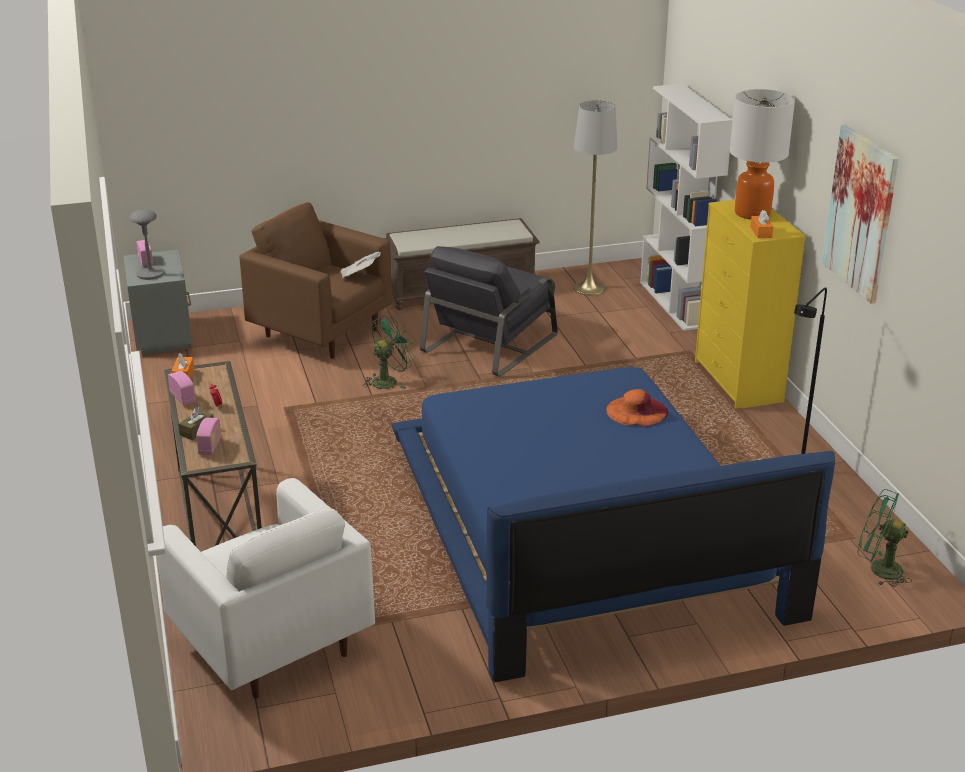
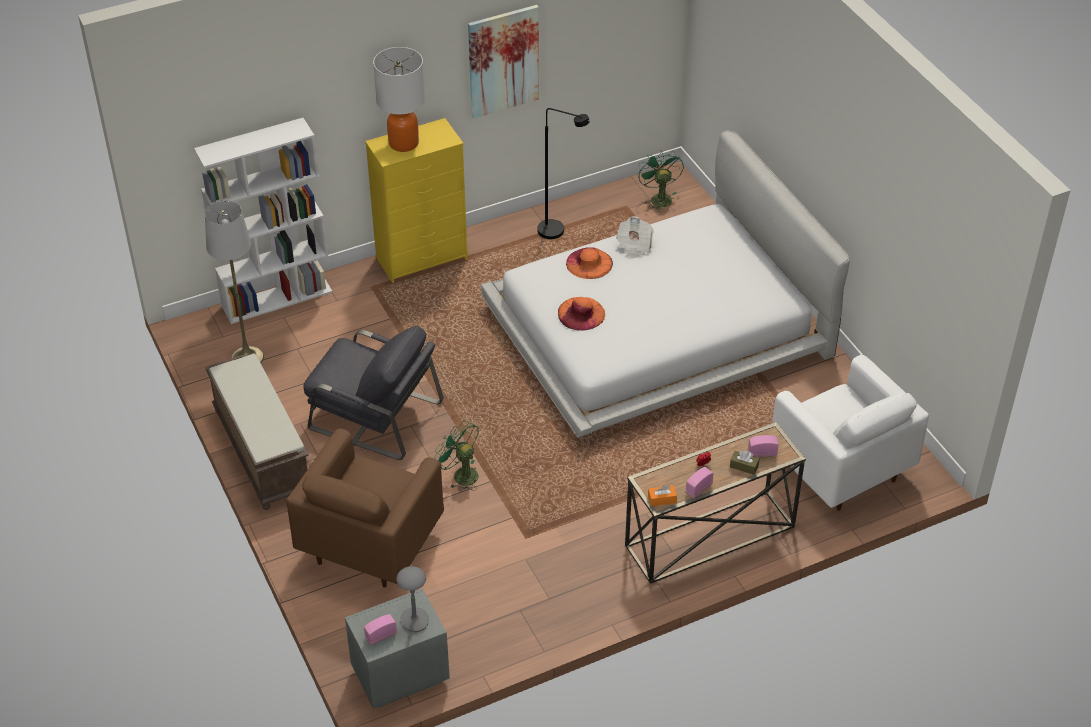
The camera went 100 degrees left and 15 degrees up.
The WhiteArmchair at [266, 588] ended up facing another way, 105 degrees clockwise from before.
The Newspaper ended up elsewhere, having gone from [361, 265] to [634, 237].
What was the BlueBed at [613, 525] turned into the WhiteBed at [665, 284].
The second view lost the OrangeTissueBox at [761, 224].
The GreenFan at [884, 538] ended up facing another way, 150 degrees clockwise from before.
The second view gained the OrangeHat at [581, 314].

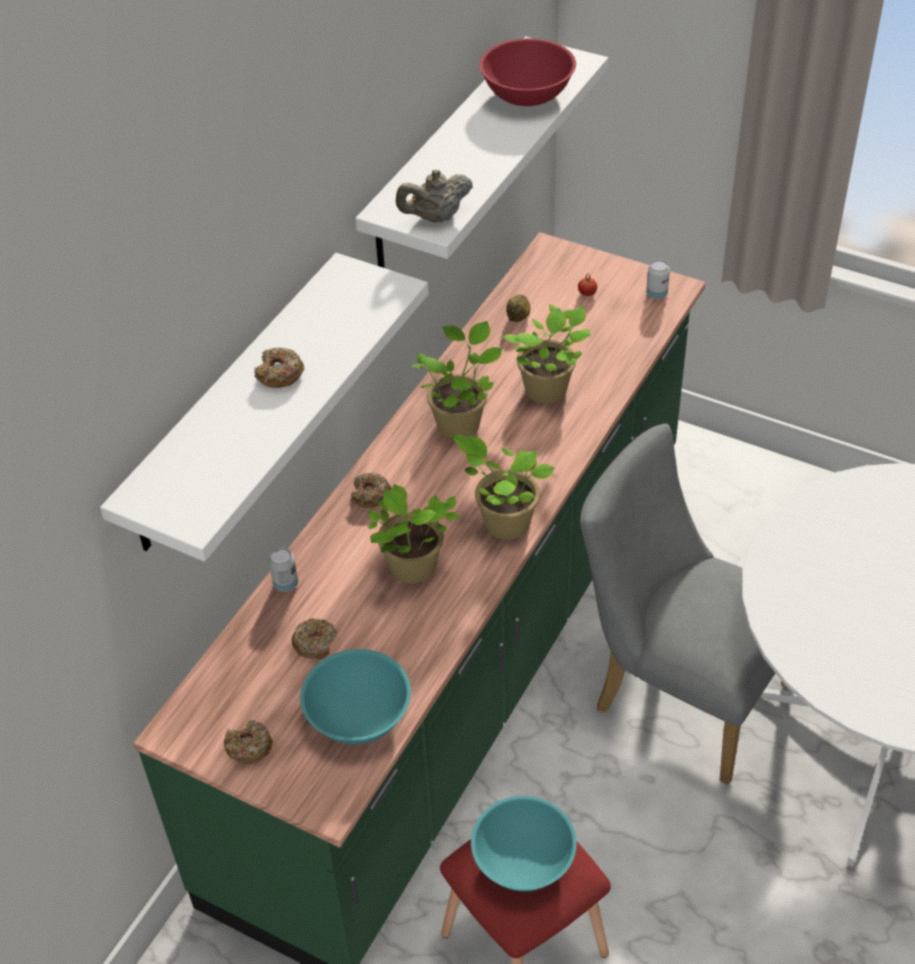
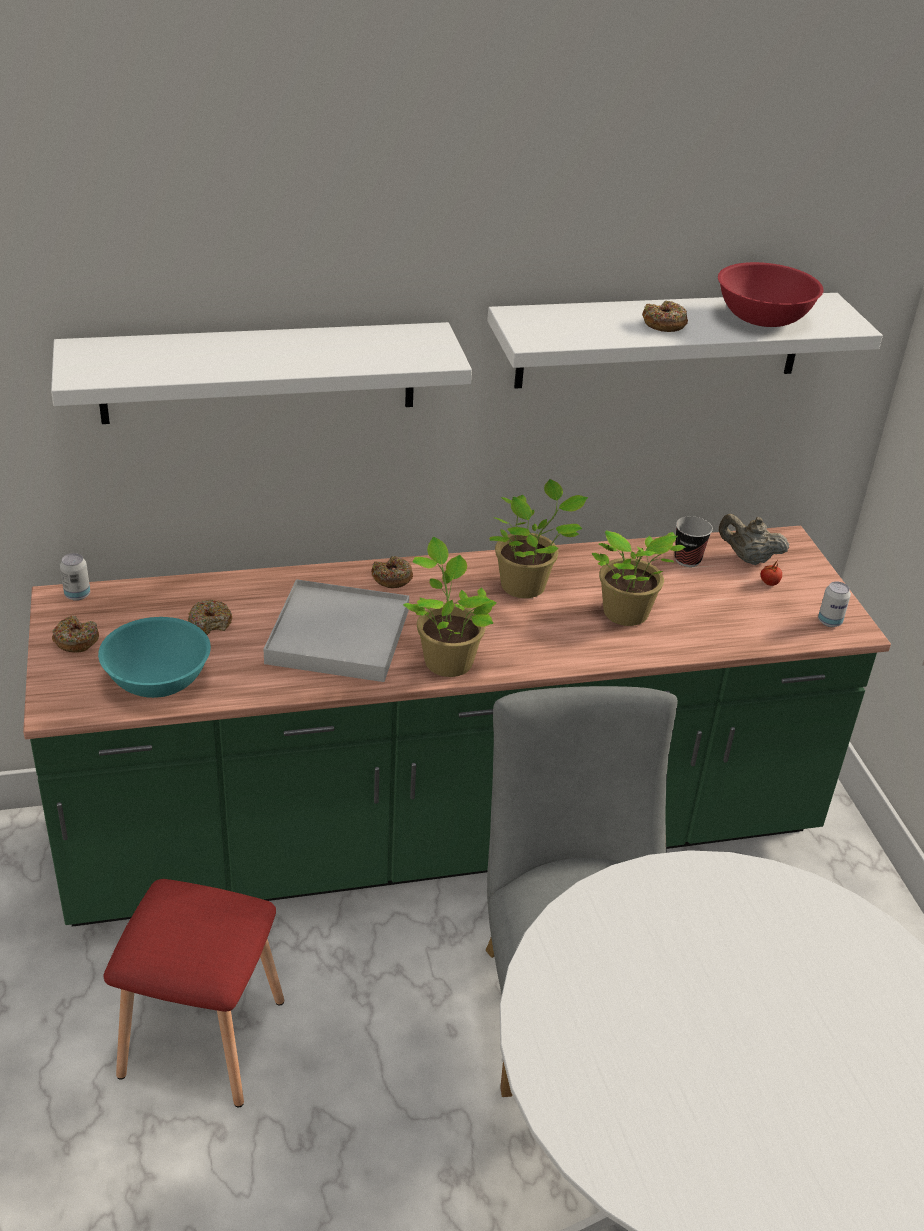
The camera went 45 degrees right and 10 degrees down.
The Donut ended up elsewhere, having gone from [279, 367] to [665, 316].
The Can ended up elsewhere, having gone from [283, 569] to [75, 577].
Where the PottedPlant stood at [414, 534], the WhiteTray came to stand at [336, 630].
The BeigeTeapot ended up elsewhere, having gone from [434, 196] to [754, 539].
The second view lost the TurquoiseBowl at [524, 844].
Where the Potato stood at [518, 308], the Cup came to stand at [694, 541].

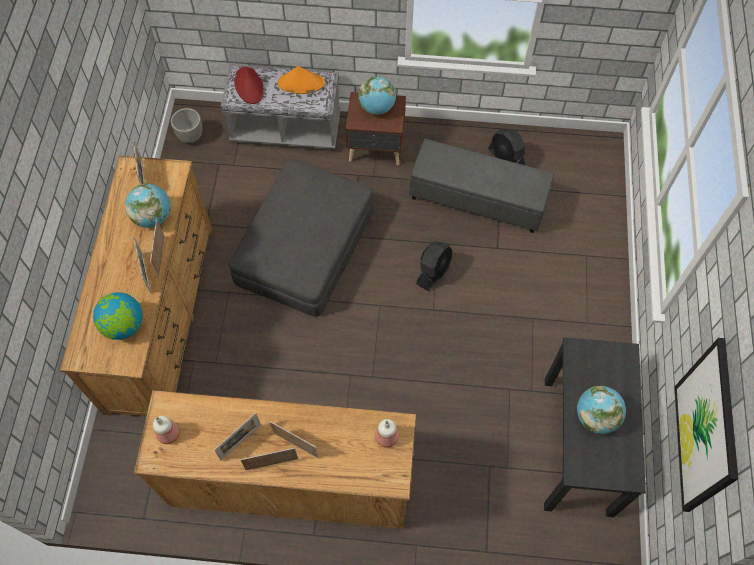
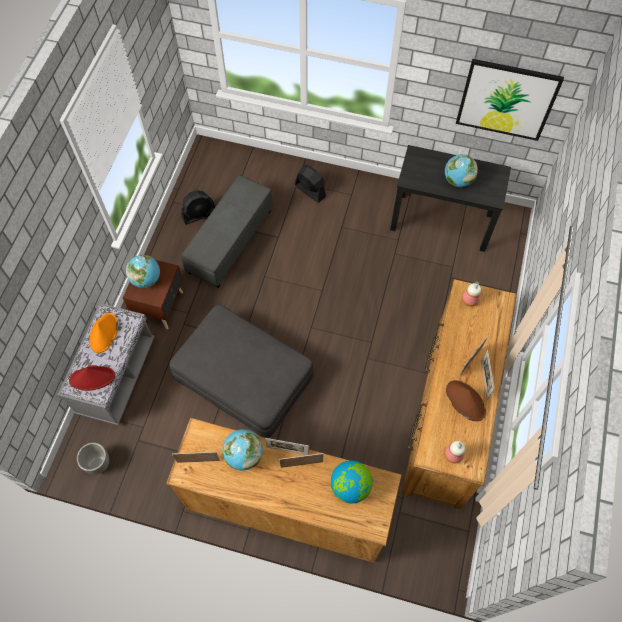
The camera went 80 degrees left and 0 degrees up.
Where the PictureFrame stood at [237, 437], the BrownHat came to stand at [466, 400].
The BlackFan ended up elsewhere, having gone from [434, 266] to [310, 184].

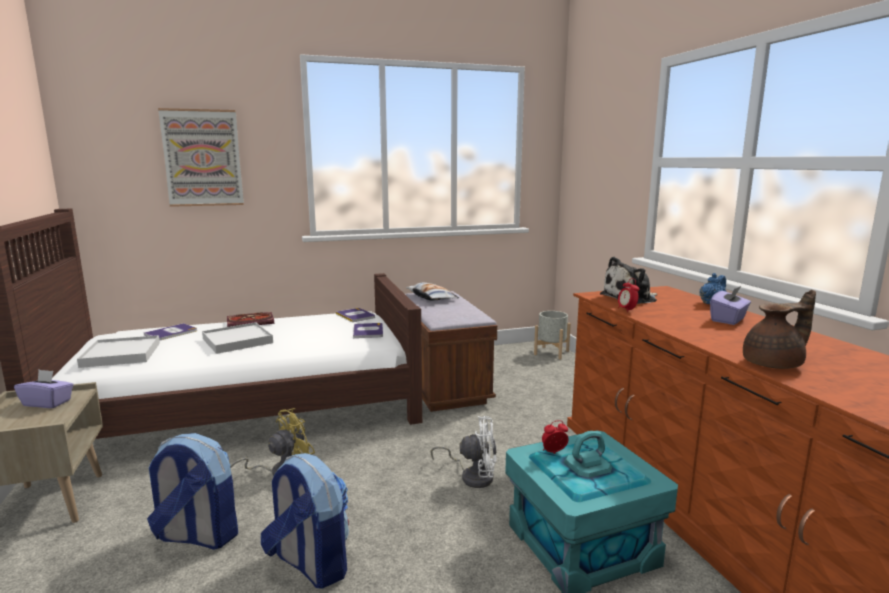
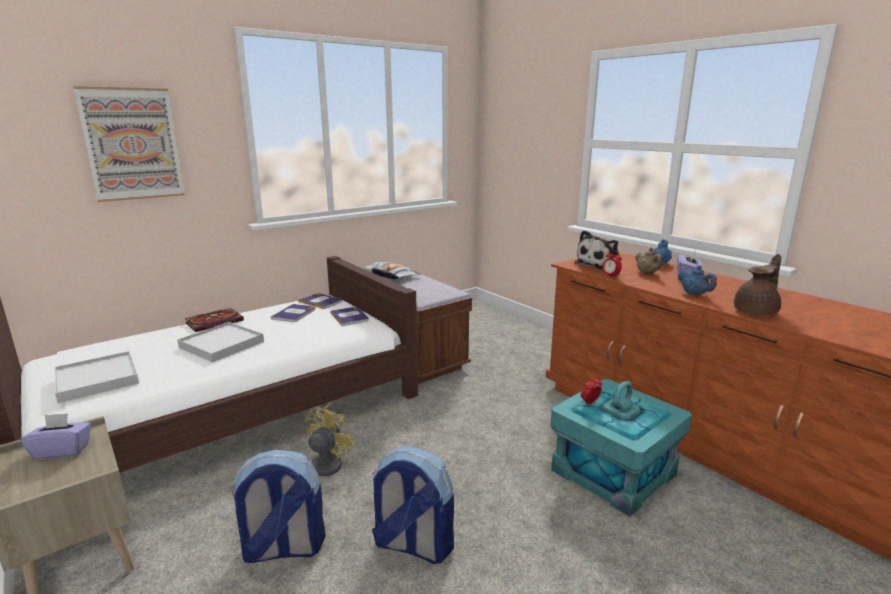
The camera went 20 degrees left and 5 degrees up.
The Book ended up elsewhere, having gone from [170, 331] to [293, 313].
The second view lost the WhiteFan at [463, 452].
The second view lost the GreyPlanter at [552, 335].
The second view gained the BeigeTeapot at [649, 261].
The second view gained the BlueTeapot at [697, 280].

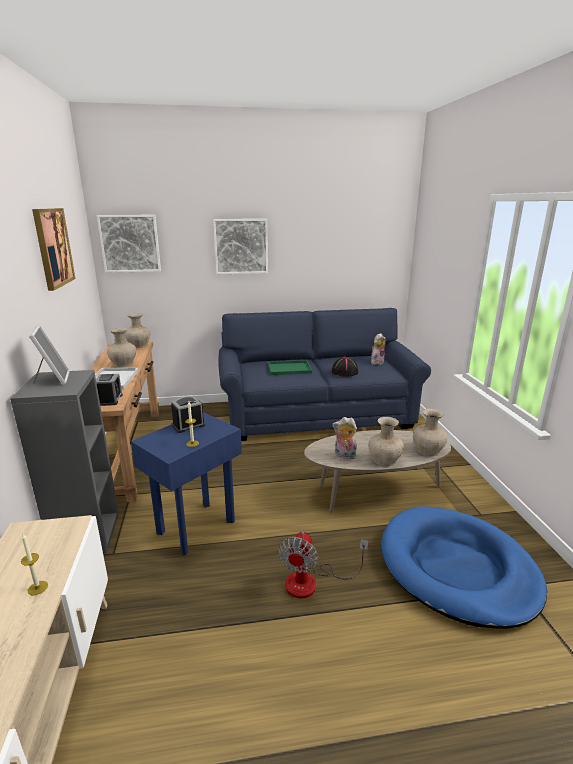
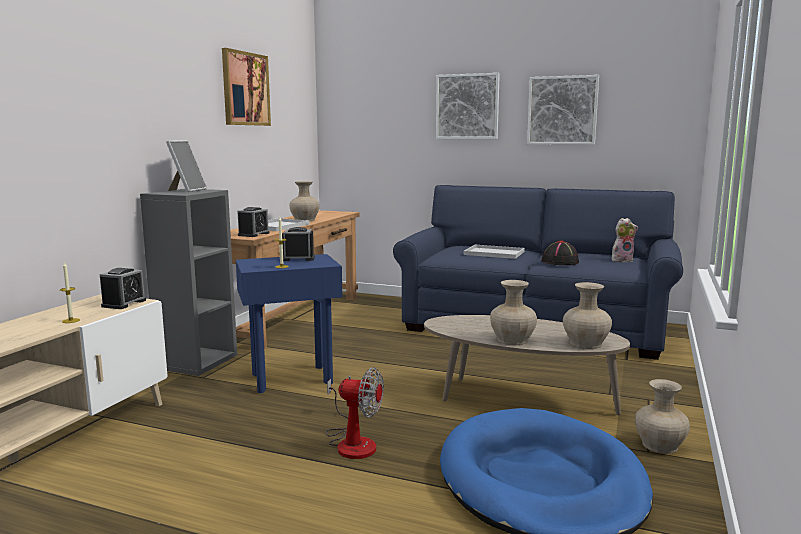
The camera went 30 degrees right and 10 degrees down.
The Picture ended up elsewhere, having gone from [129, 244] to [563, 110].
The BeigeVase ended up elsewhere, having gone from [137, 330] to [662, 416].
What was the GreenTray at [290, 367] turned into the WhiteTray at [494, 252].
The Fan at [323, 565] ended up facing another way, 120 degrees counterclockwise from before.
The second view lost the PlushToy at [344, 438].
The second view gained the AlarmClock at [123, 288].

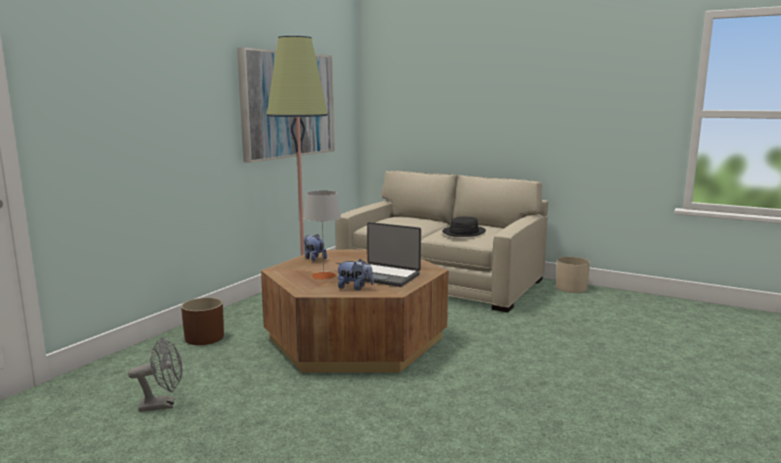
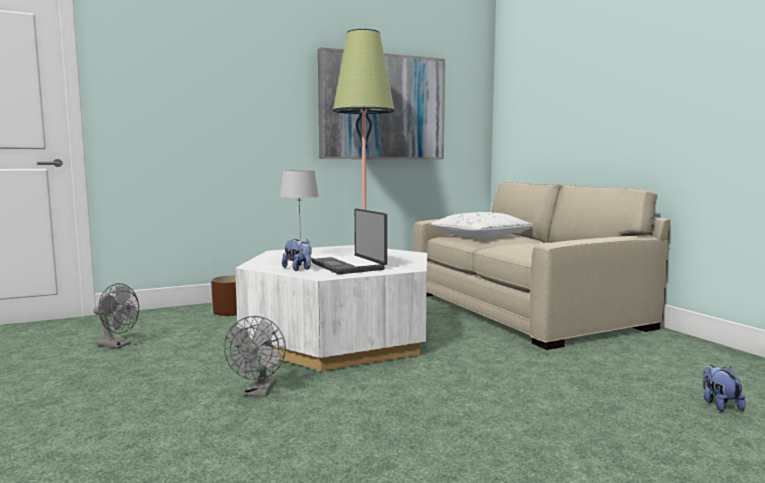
The camera went 35 degrees right and 5 degrees down.
What was the BrownCoffeeTable at [355, 311] turned into the WhiteCoffeeTable at [331, 308].
The PlushToy ended up elsewhere, having gone from [315, 247] to [724, 388].
The second view lost the BlackHat at [464, 227].
The second view lost the BeigePlanter at [573, 275].
The second view gained the GreyFan at [255, 356].
The second view gained the WhitePillow at [482, 225].

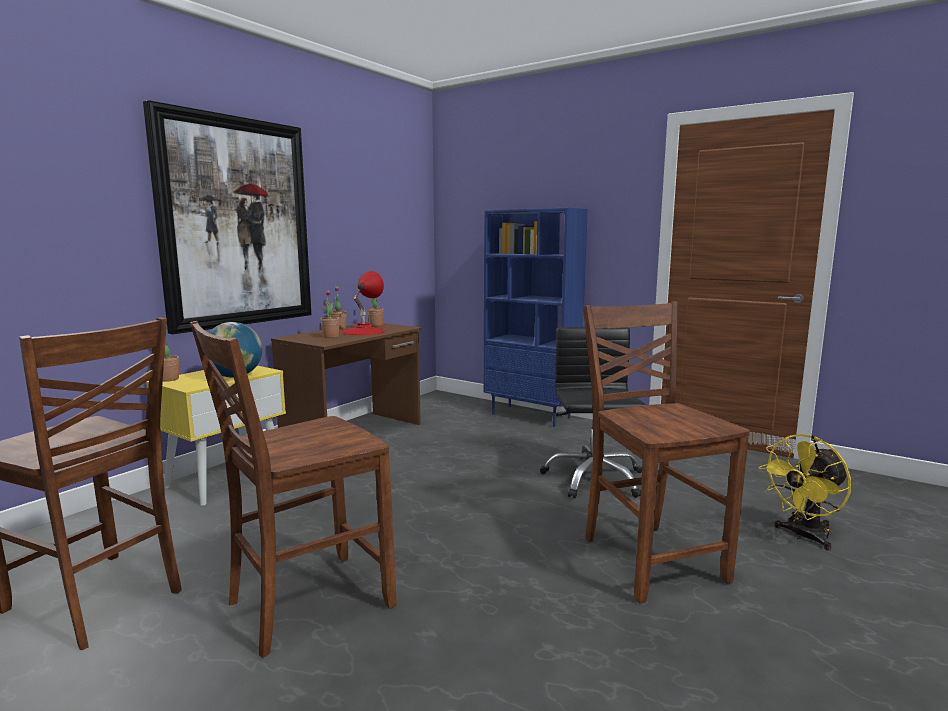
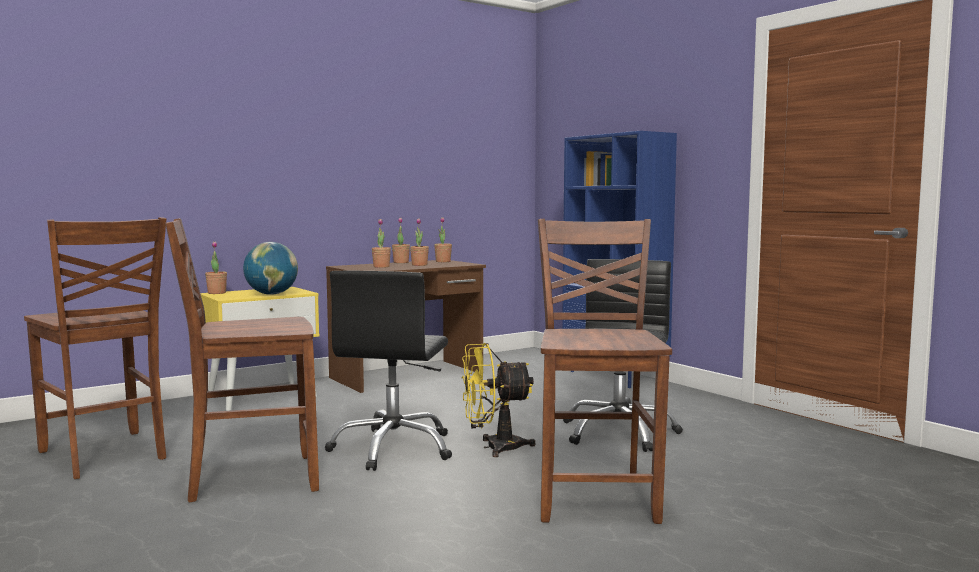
The camera went 20 degrees right and 5 degrees down.
The second view lost the Picture at [227, 217].
Where the RedTableLamp stood at [363, 303], the PottedPlant came to stand at [419, 242].
The YellowFan ended up elsewhere, having gone from [804, 492] to [498, 400].
The second view gained the BlackOfficeChair at [388, 371].

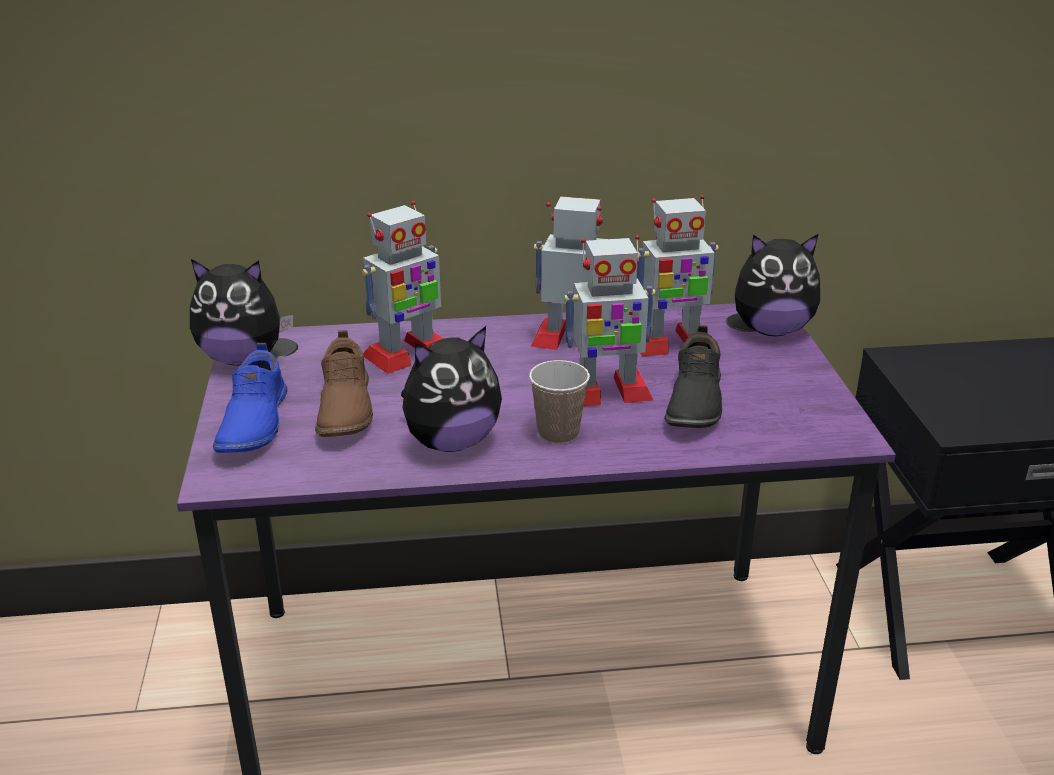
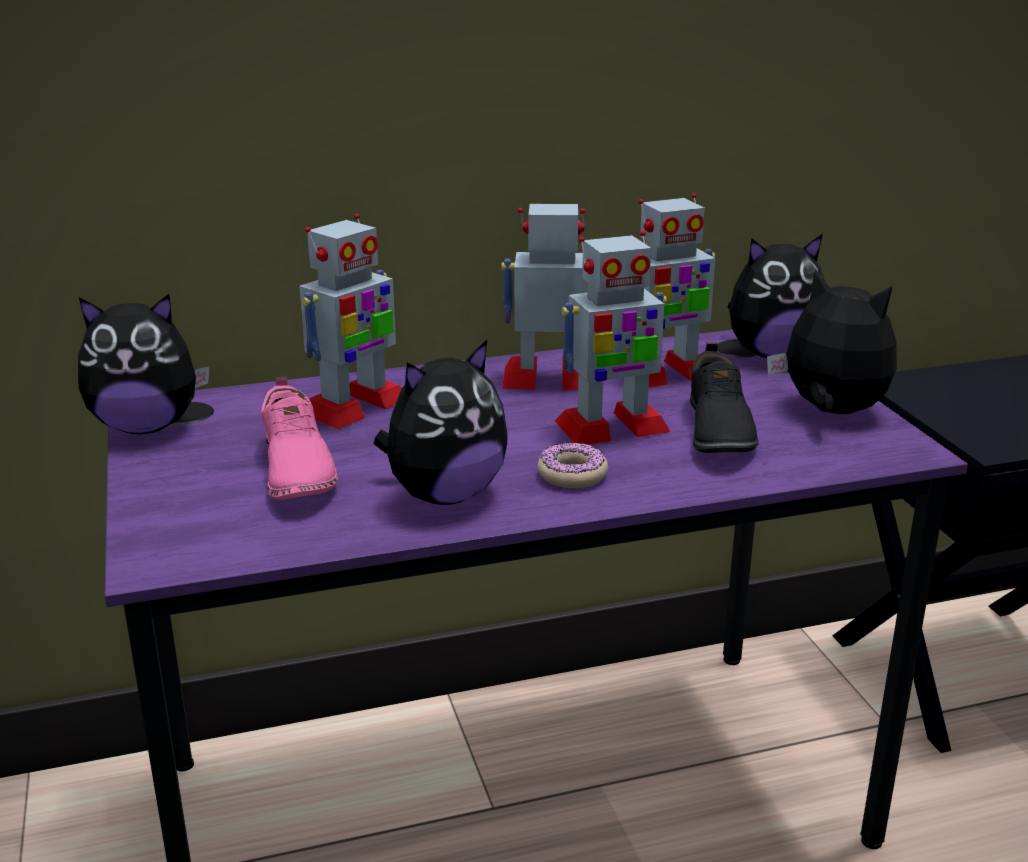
The camera went 10 degrees left and 5 degrees down.
The second view lost the BlueShoe at [250, 398].
What was the BrownShoe at [344, 383] turned into the PinkShoe at [299, 438].
Where the Cup stood at [559, 402], the Donut came to stand at [573, 465].
The second view gained the PlushToy at [832, 341].

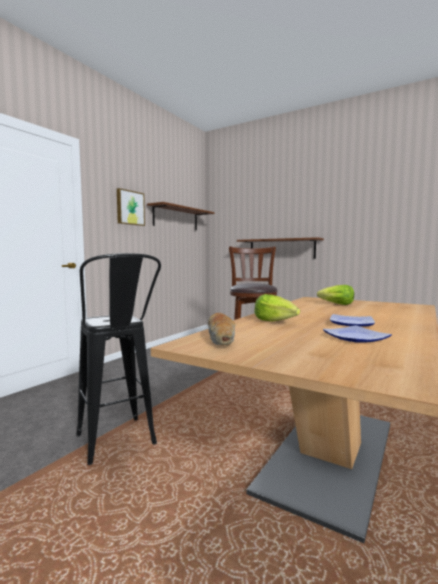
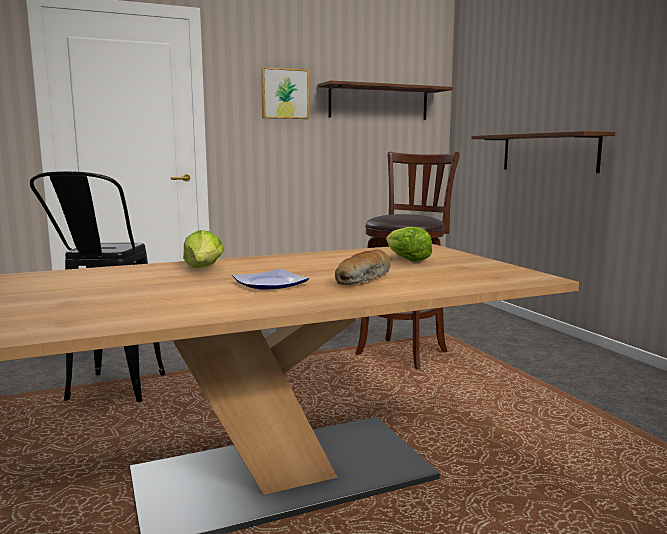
The camera went 35 degrees right and 5 degrees up.
The Bread ended up elsewhere, having gone from [222, 329] to [363, 267].
The second view lost the Plate at [357, 334].

